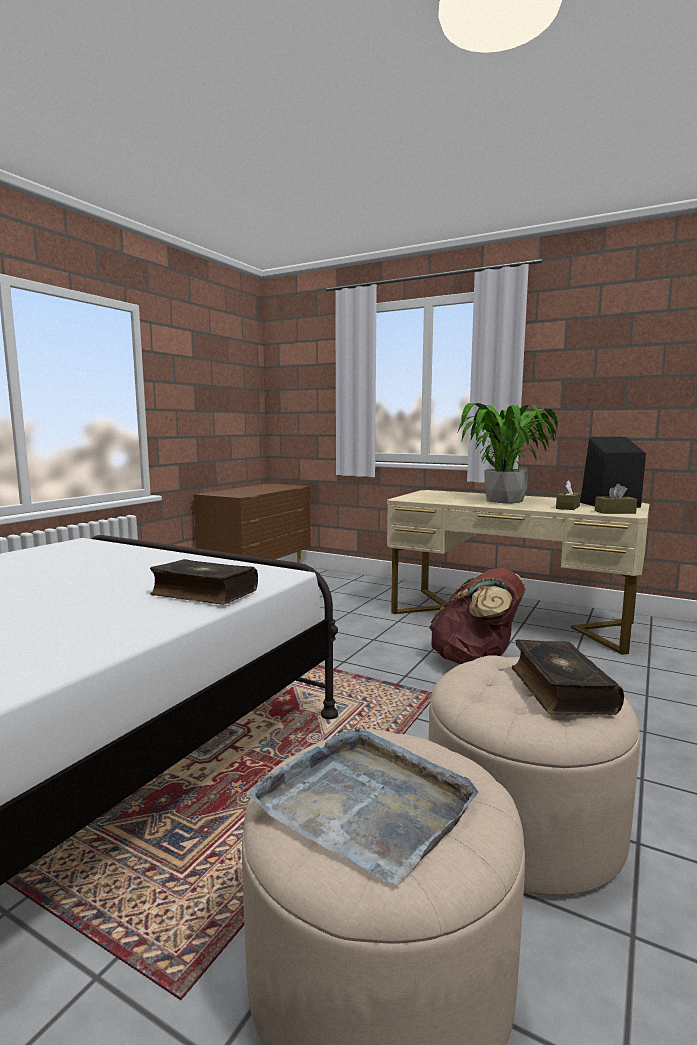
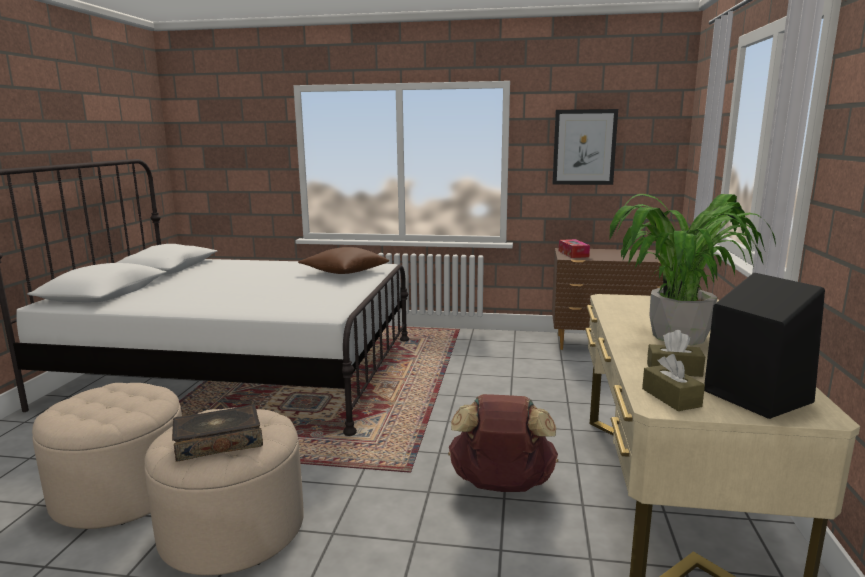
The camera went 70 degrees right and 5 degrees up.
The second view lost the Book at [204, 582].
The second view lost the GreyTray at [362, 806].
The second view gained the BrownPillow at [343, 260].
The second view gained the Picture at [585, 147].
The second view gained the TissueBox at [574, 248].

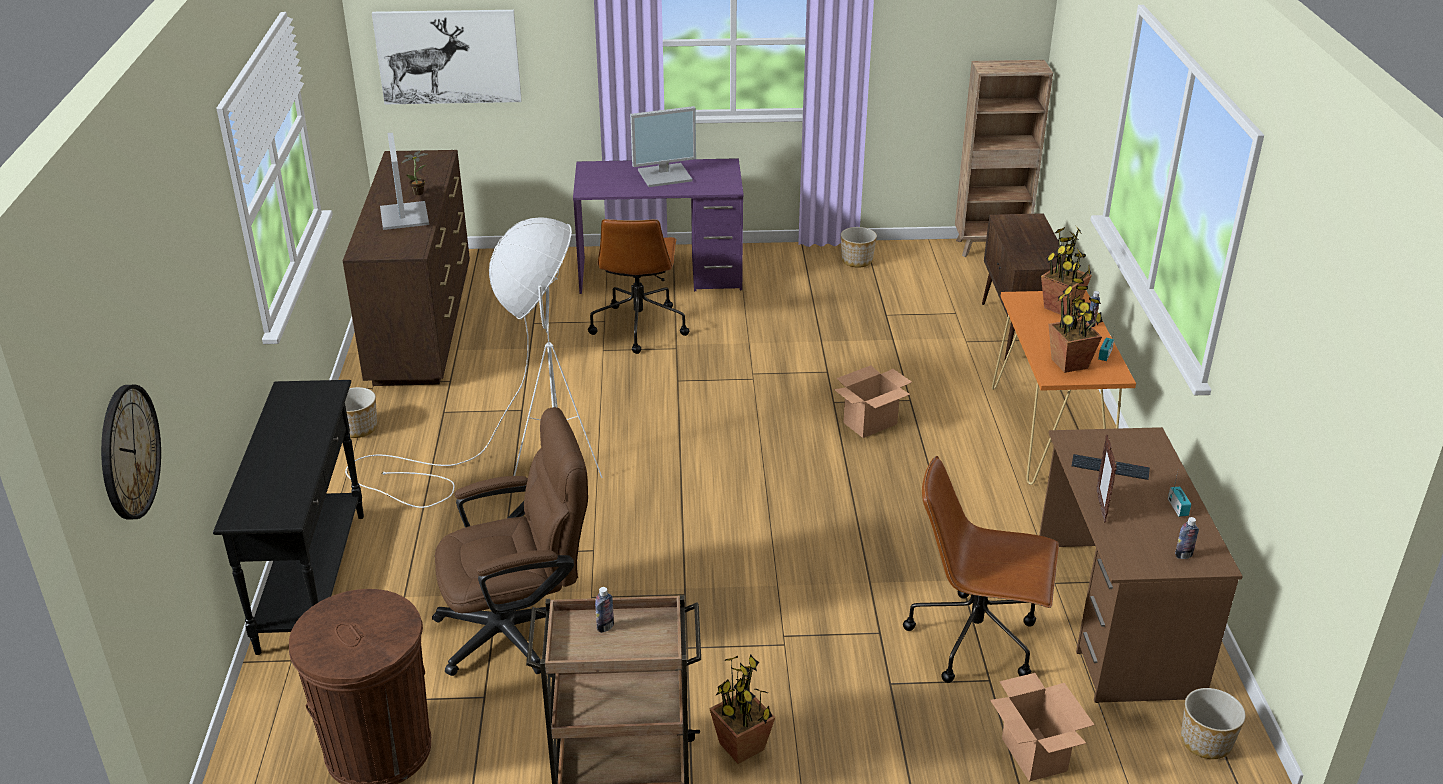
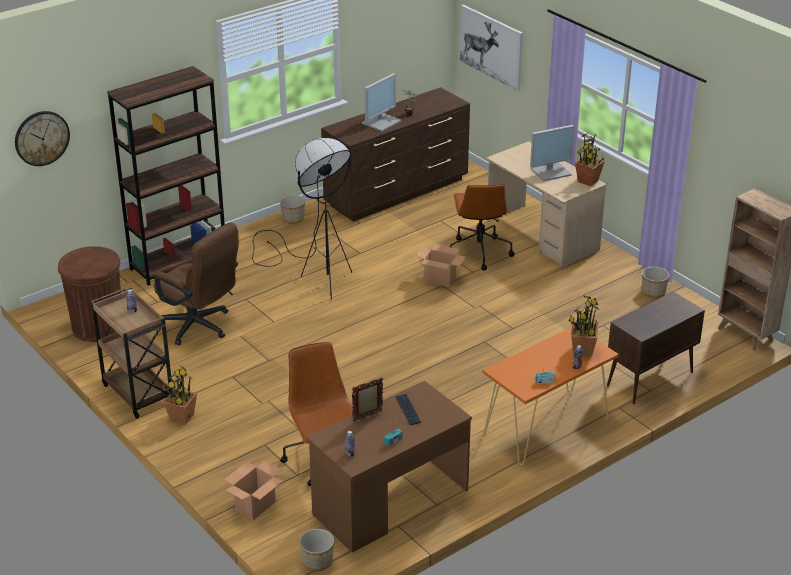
The camera went 55 degrees right and 0 degrees up.
Where the BlackConsoleTable stood at [288, 517], the BrownBookcase came to stand at [166, 176].
What was the WhiteFloorLamp at [474, 362] turned into the BlackFloorLamp at [302, 219].
What was the PurpleDesk at [658, 226] turned into the BeigeDesk at [546, 204].
The BrownOfficeChair at [638, 286] ended up facing another way, 60 degrees counterclockwise from before.
The Monitor at [663, 146] ended up facing another way, 60 degrees counterclockwise from before.
The CardboardBox ended up elsewhere, having gone from [873, 401] to [440, 265].
The PottedPlant ended up elsewhere, having gone from [1075, 325] to [590, 159].

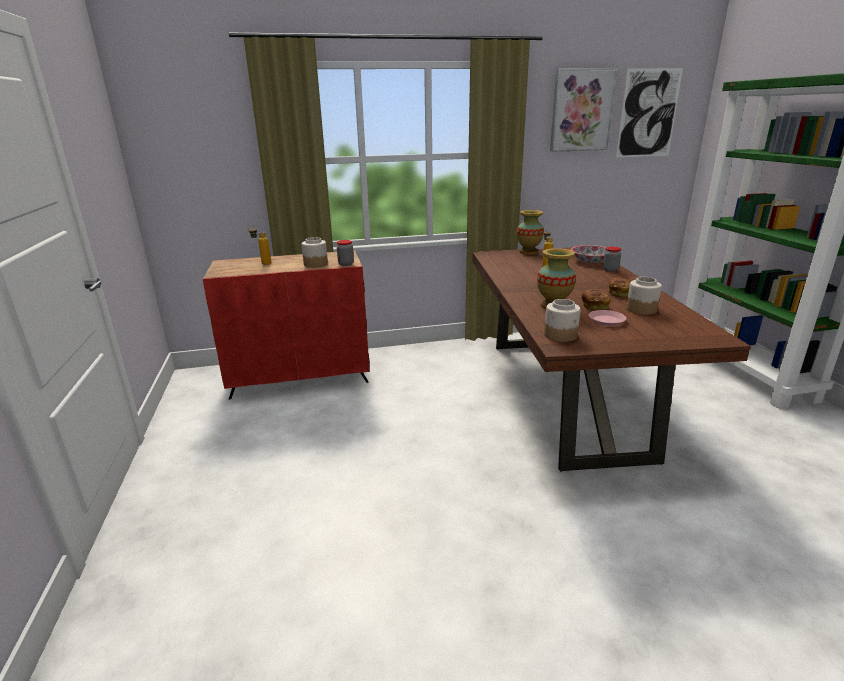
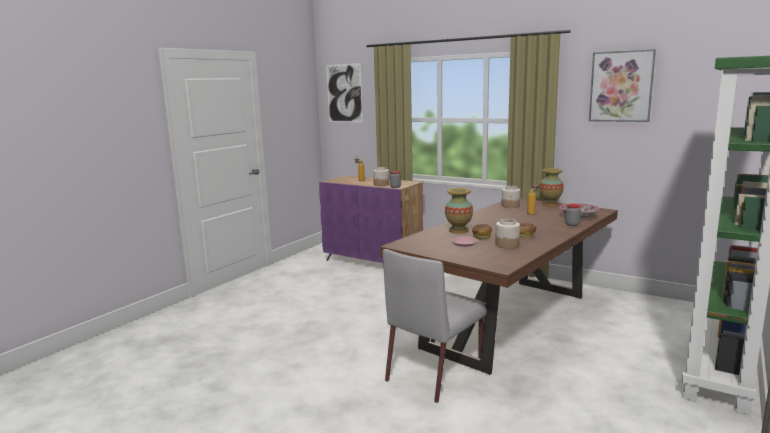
The camera went 45 degrees right and 10 degrees down.
What was the RedCabinet at [286, 325] turned into the PurpleCabinet at [371, 219].
The Jar ended up elsewhere, having gone from [562, 320] to [511, 197].
The Picture ended up elsewhere, having gone from [649, 112] to [344, 92].
The second view gained the GreyChair at [435, 326].

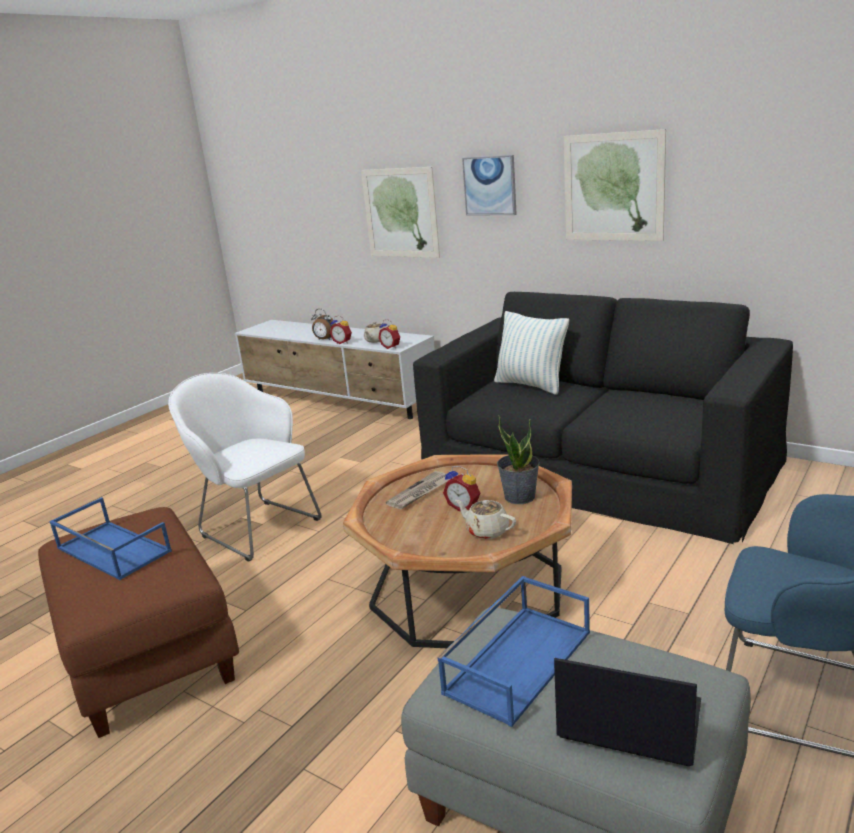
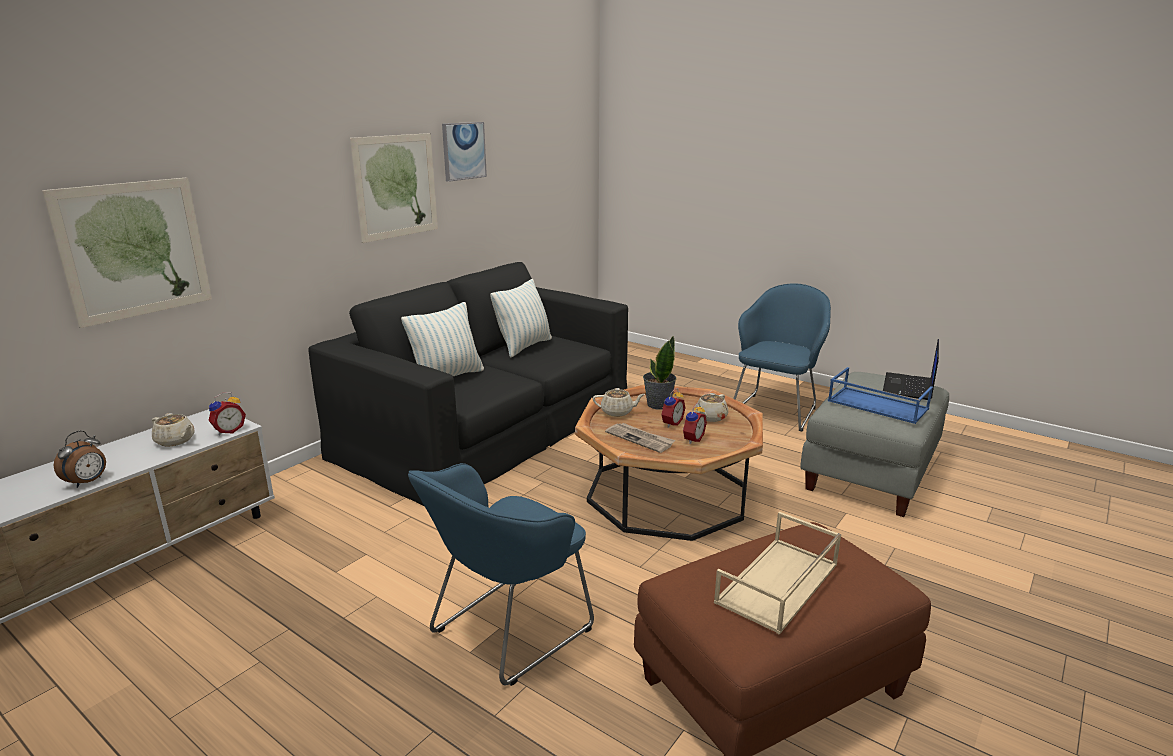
The camera went 90 degrees left and 0 degrees up.
What was the BlueTray at [110, 538] turned into the BeigeTray at [777, 573].
What was the WhiteArmchair at [245, 467] turned into the BlueArmchair at [501, 574].
The AlarmClock ended up elsewhere, having gone from [341, 330] to [695, 423].
The Picture ended up elsewhere, having gone from [489, 185] to [464, 152].
The second view gained the Pillow at [521, 318].
The second view gained the BeigeTeapot at [619, 402].

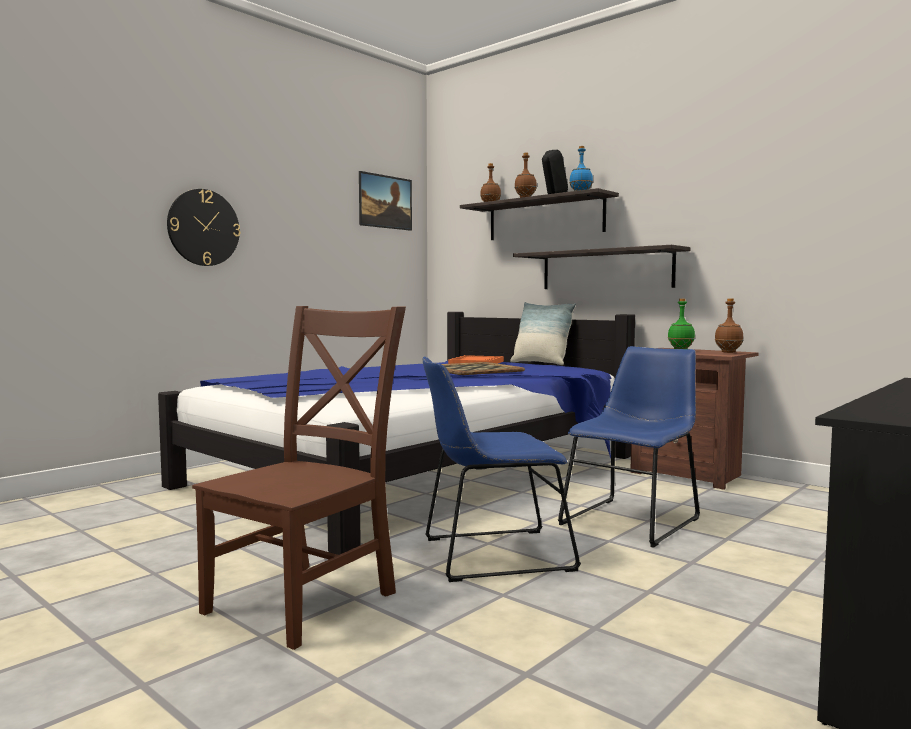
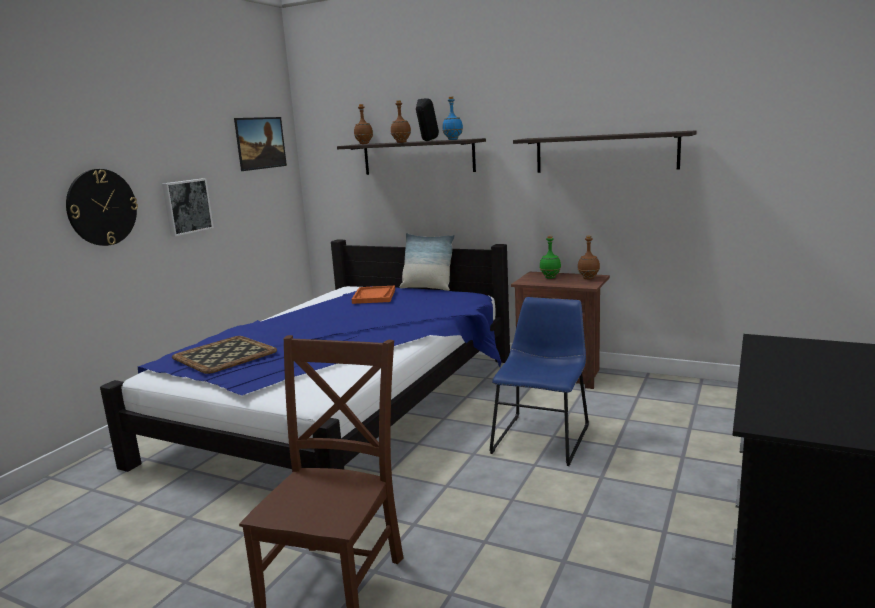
The camera went 15 degrees left and 10 degrees up.
The second view lost the BlueChair at [502, 469].
The Tray ended up elsewhere, having gone from [483, 368] to [224, 355].
The Shelf ended up elsewhere, having gone from [602, 267] to [605, 151].
The second view gained the Picture at [188, 207].

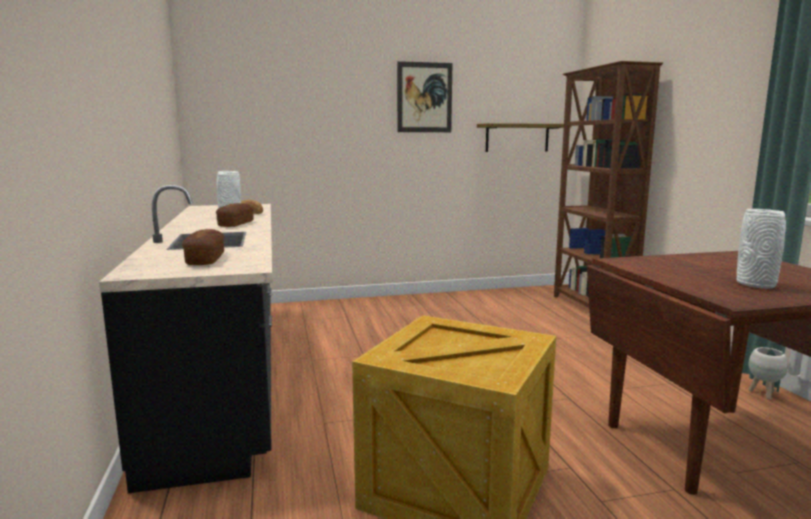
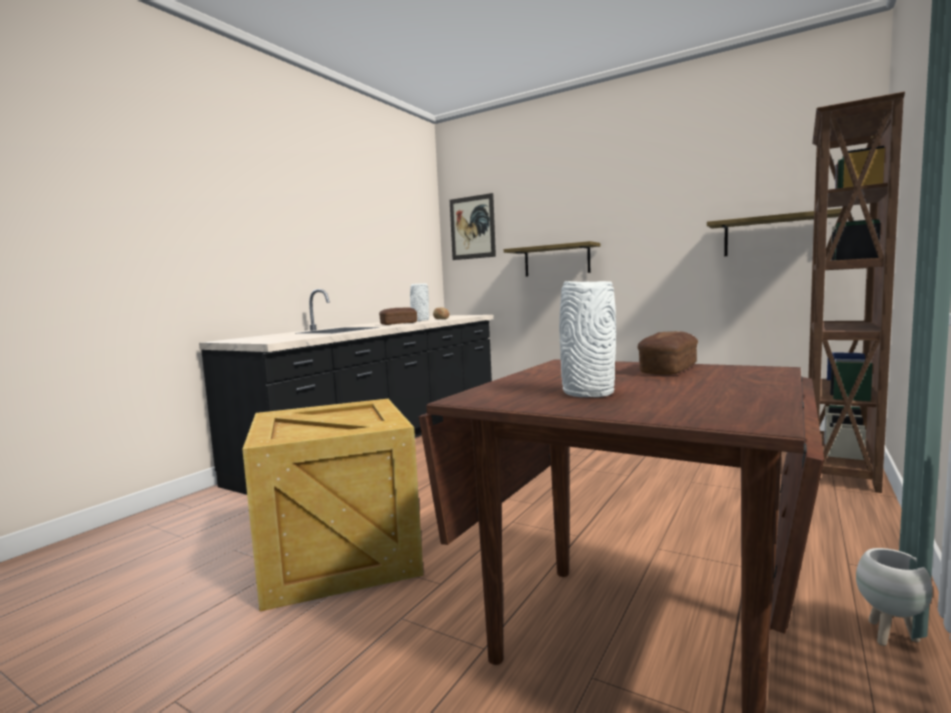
The camera went 45 degrees right and 5 degrees down.
The Bread ended up elsewhere, having gone from [203, 247] to [667, 353].
The Picture ended up elsewhere, having gone from [424, 96] to [473, 226].
The second view gained the Shelf at [552, 258].

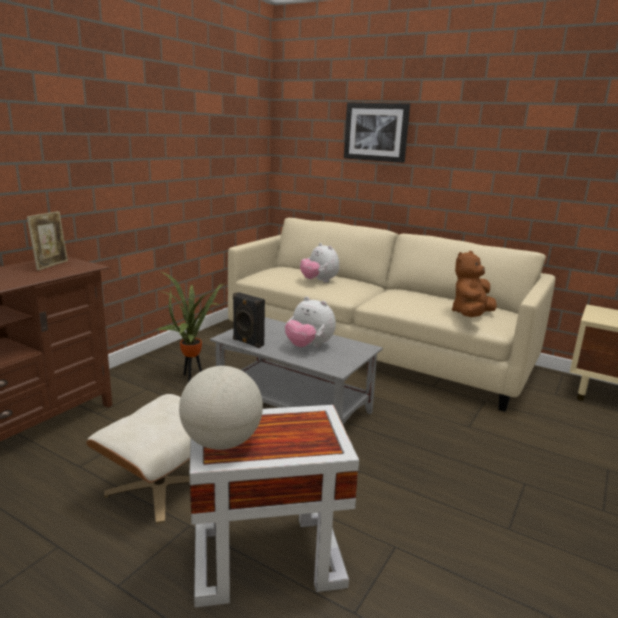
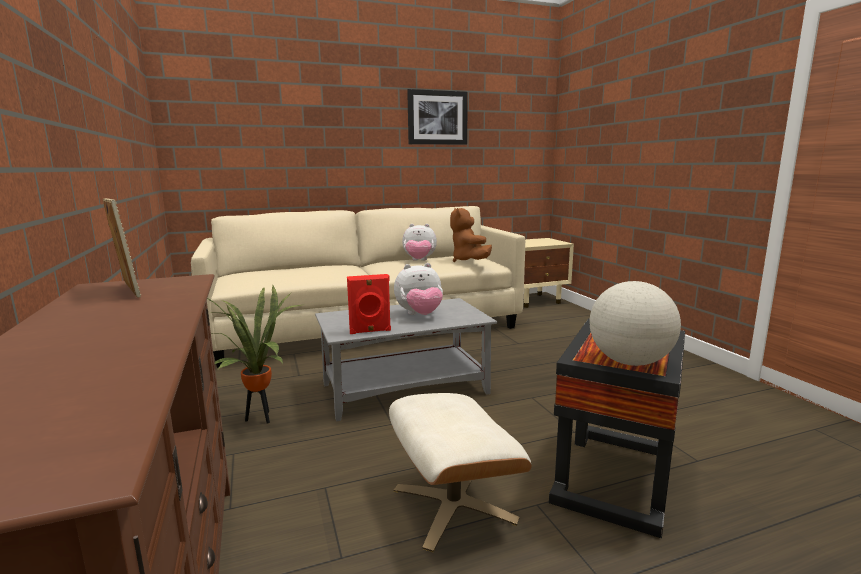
The camera went 50 degrees left and 5 degrees down.
What was the WhiteSideTable at [274, 506] turned into the BlackSideTable at [617, 428].
What was the BlackSpeaker at [249, 320] turned into the RedSpeaker at [369, 304].
The PlushToy ended up elsewhere, having gone from [319, 263] to [419, 242].
The Picture ended up elsewhere, having gone from [377, 132] to [437, 117].

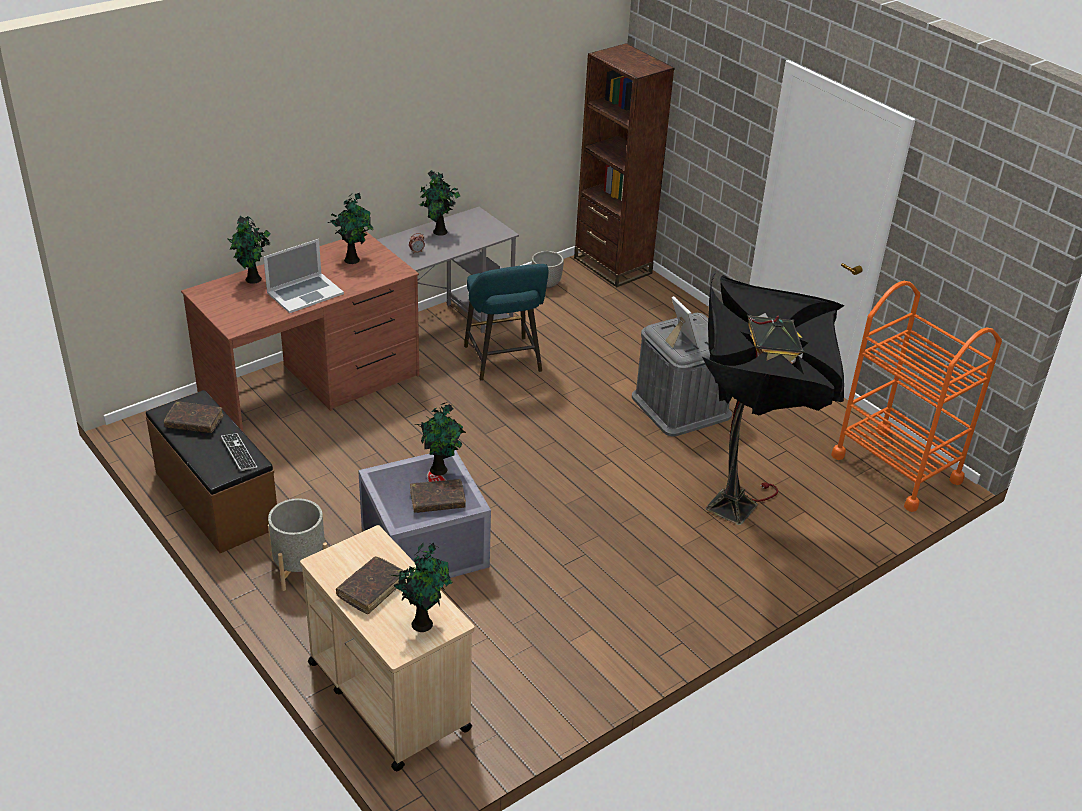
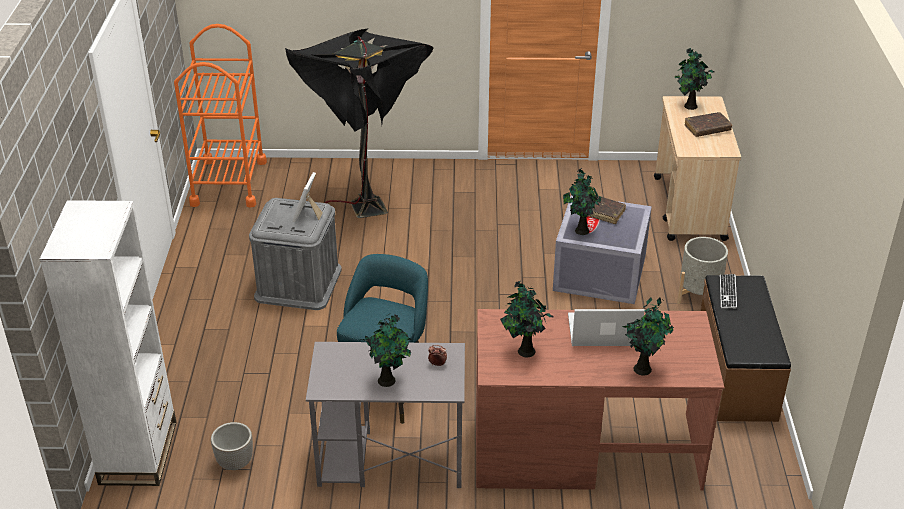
The camera went 140 degrees left and 0 degrees up.
The second view lost the BrownBook at [193, 417].
What was the BrownBookcase at [624, 165] turned into the WhiteBookcase at [108, 343].

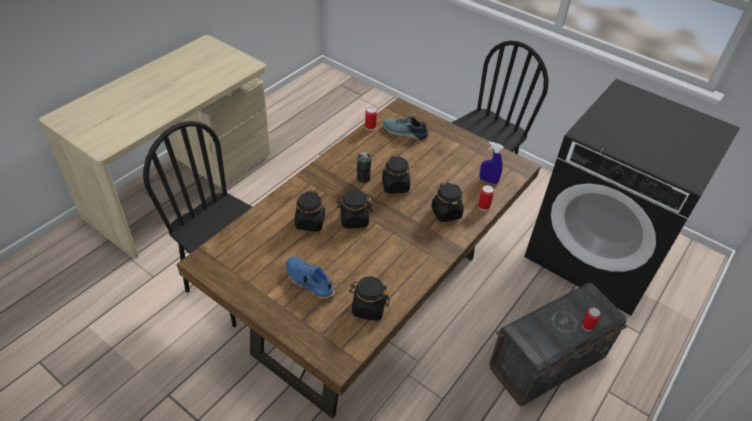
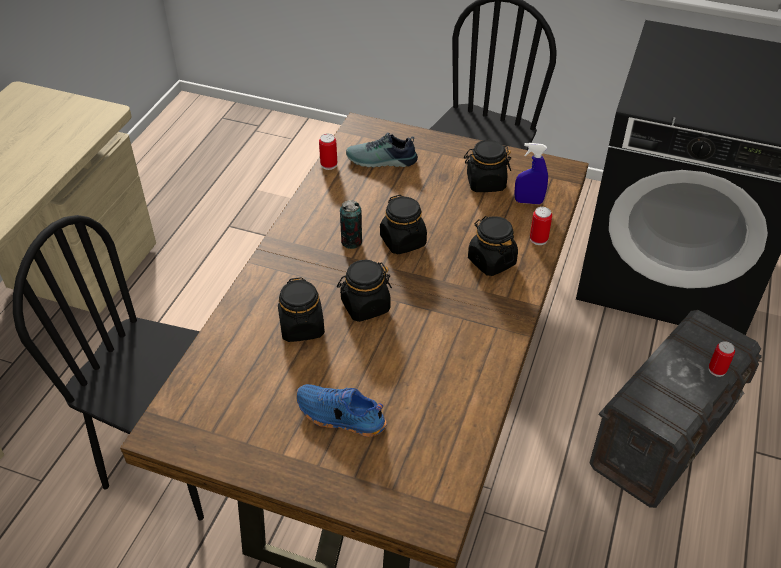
The camera went 15 degrees left and 0 degrees up.
The BlackJar ended up elsewhere, having gone from [369, 298] to [487, 166].

